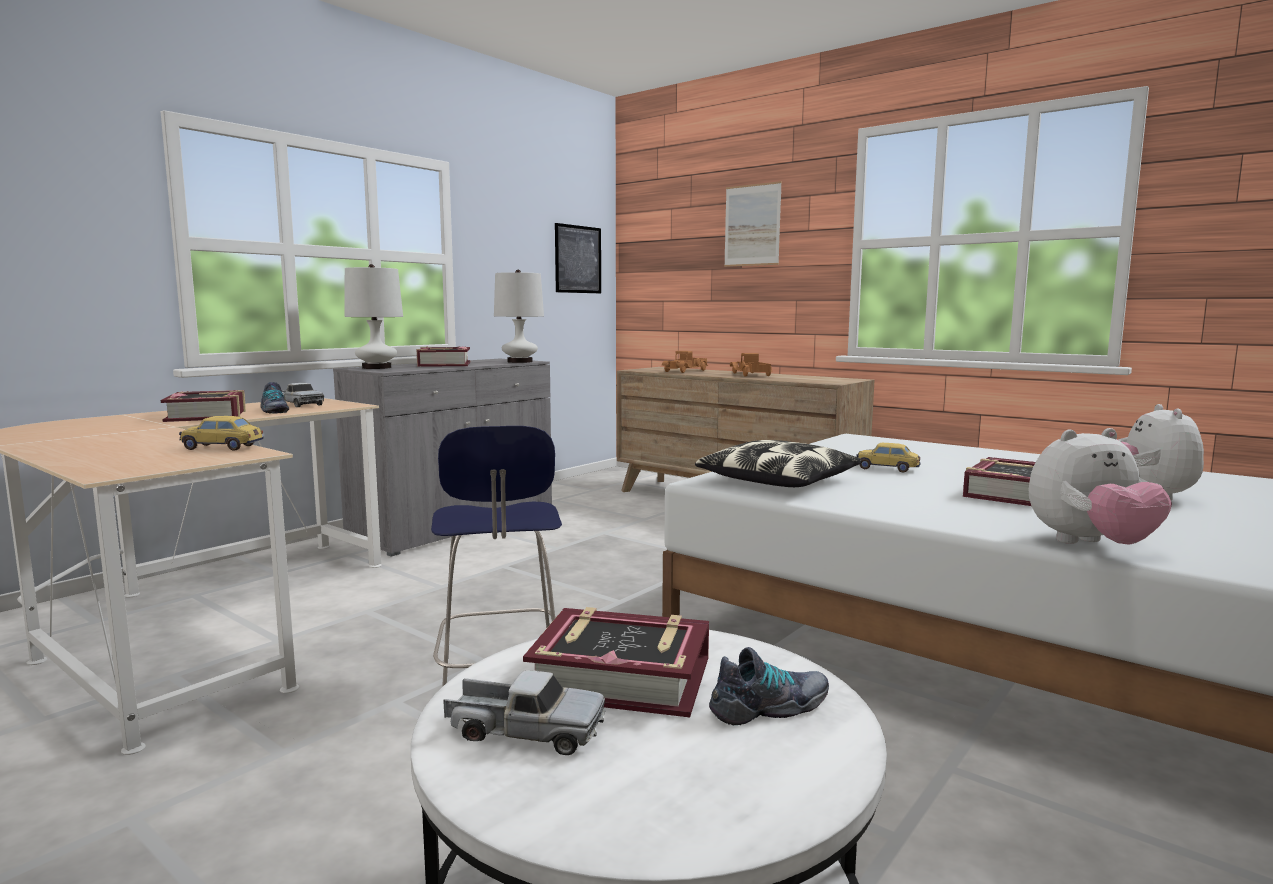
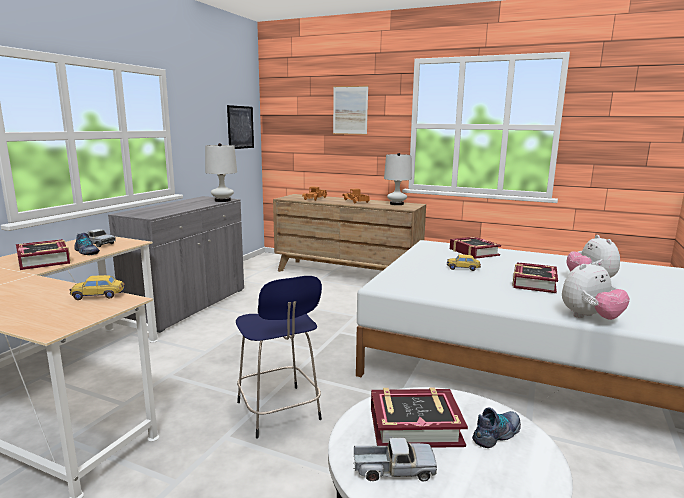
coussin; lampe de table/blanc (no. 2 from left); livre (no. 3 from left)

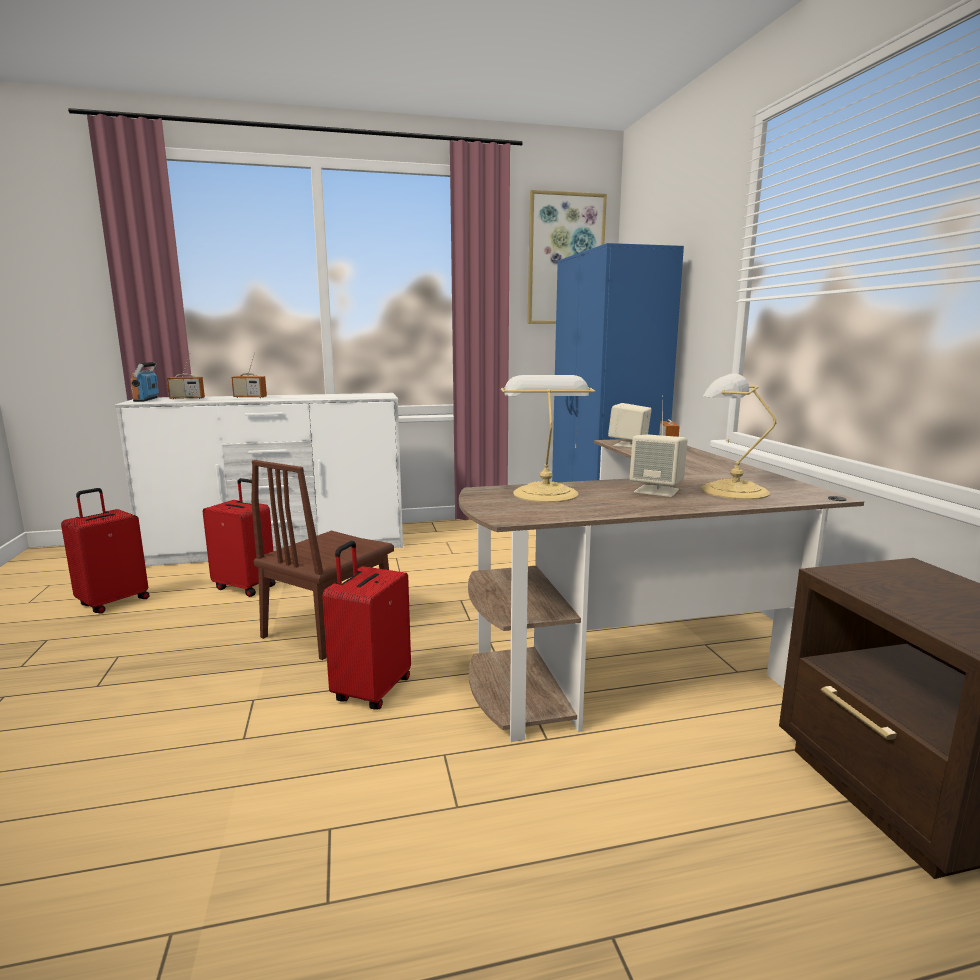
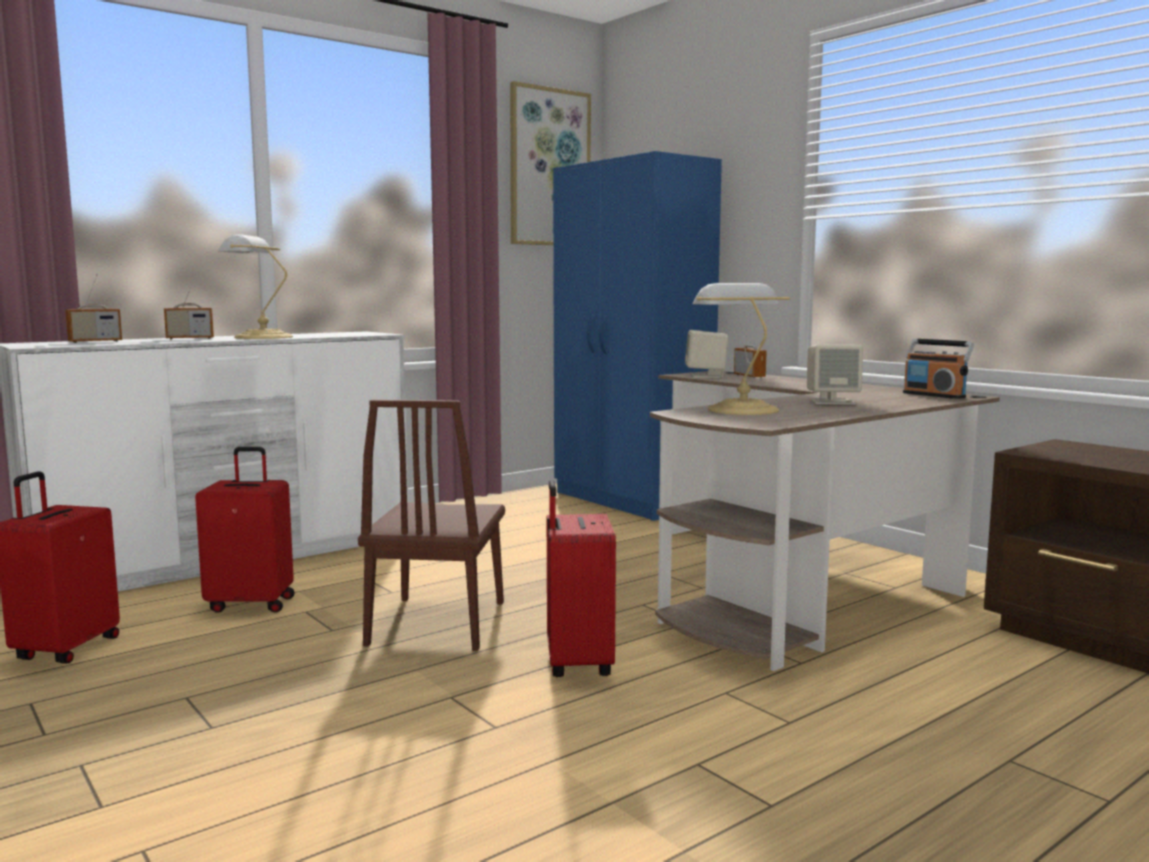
radio (no. 4 from left); lampe de table (no. 1 from left)

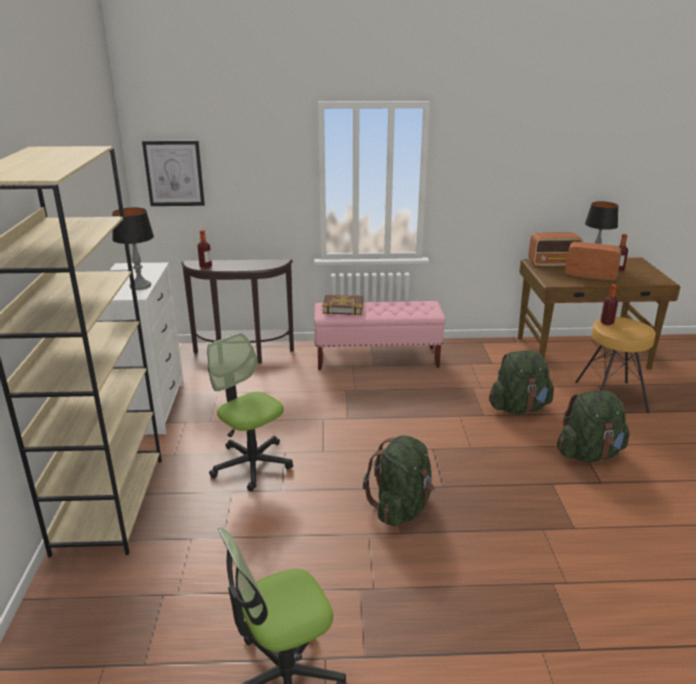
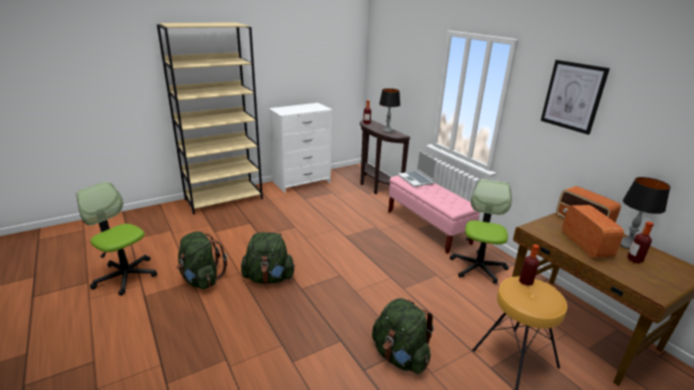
lampe de table (no. 1 from left); tableau; chaise de bureau (no. 2 from left); sac à dos/vert (no. 1 from left); ordinateur portable

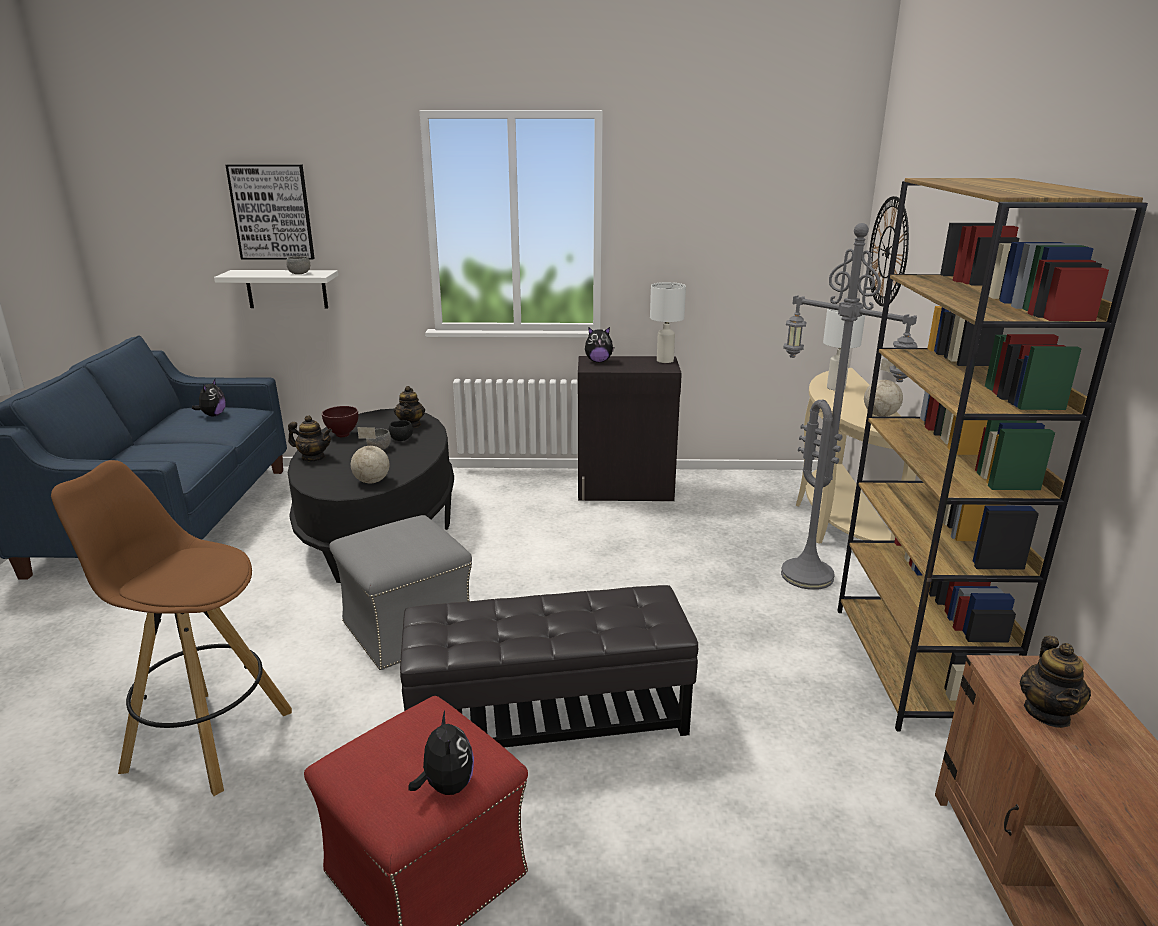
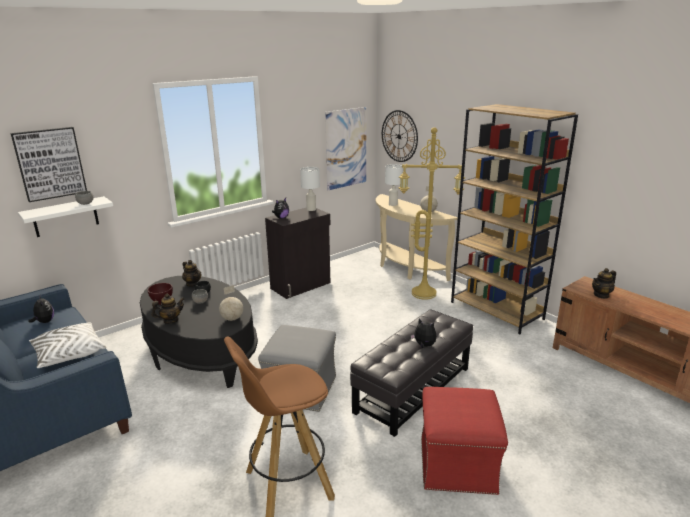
coussin/blanc; tableau (no. 2 from left); peluche (no. 3 from left); lampadaire/jaune; théière (no. 3 from left)

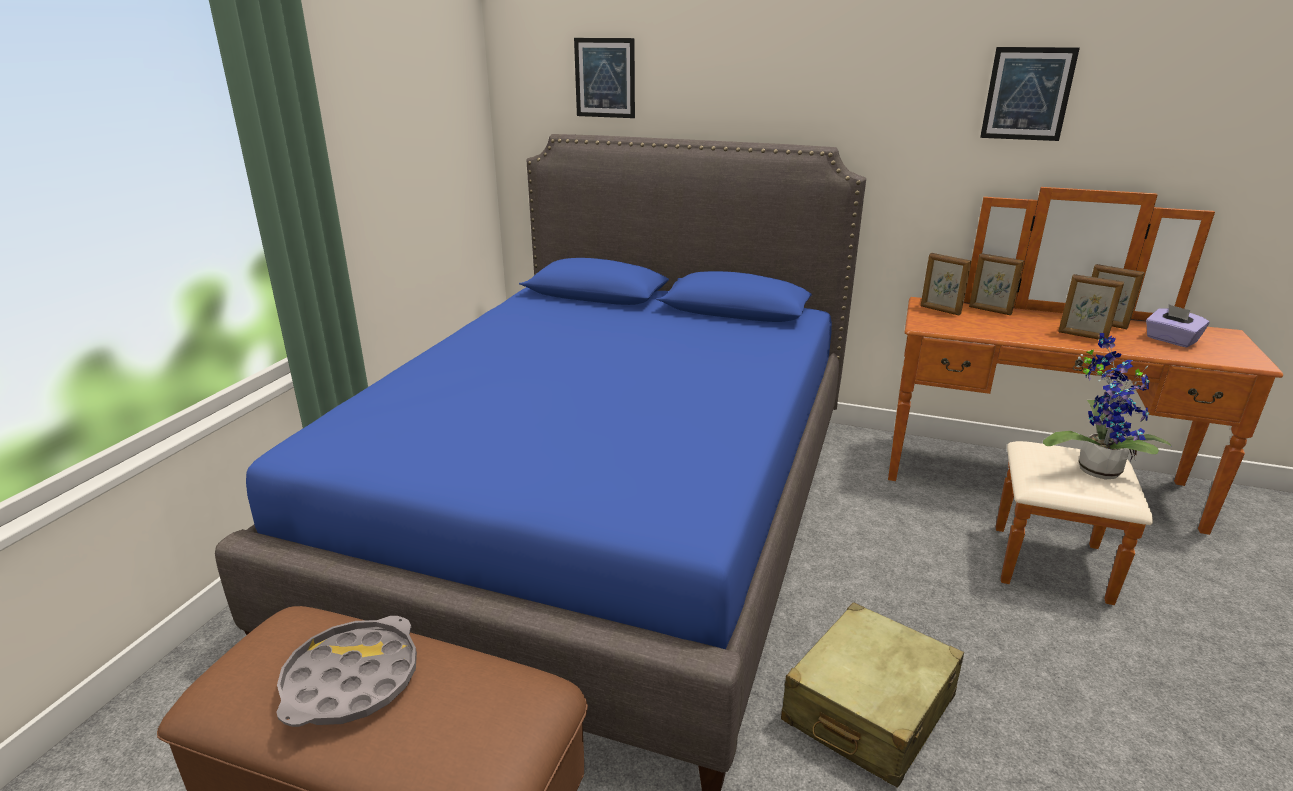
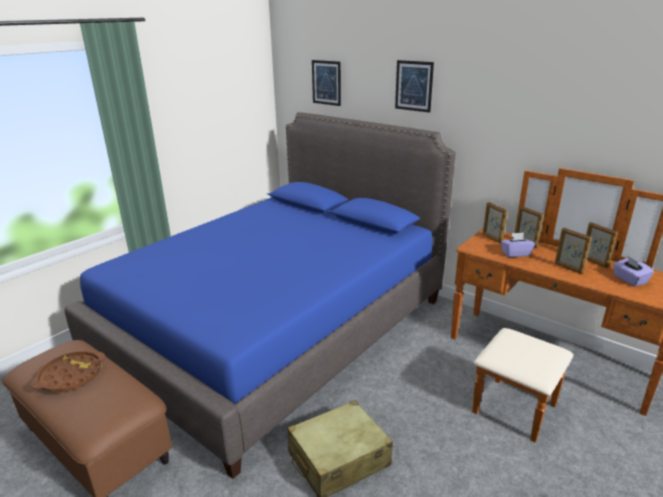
plante en pot; boîte à mouchoirs/violet (no. 1 from left); tableau (no. 2 from left); plateau/marron

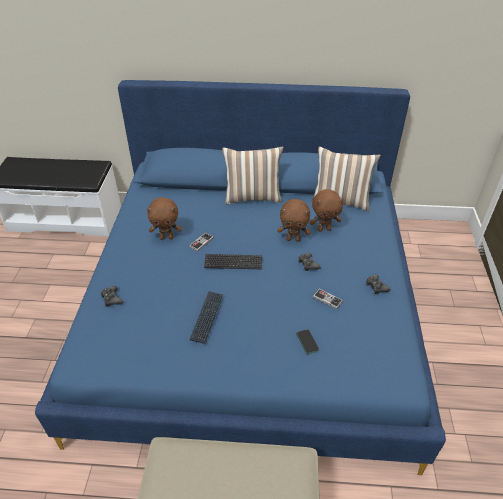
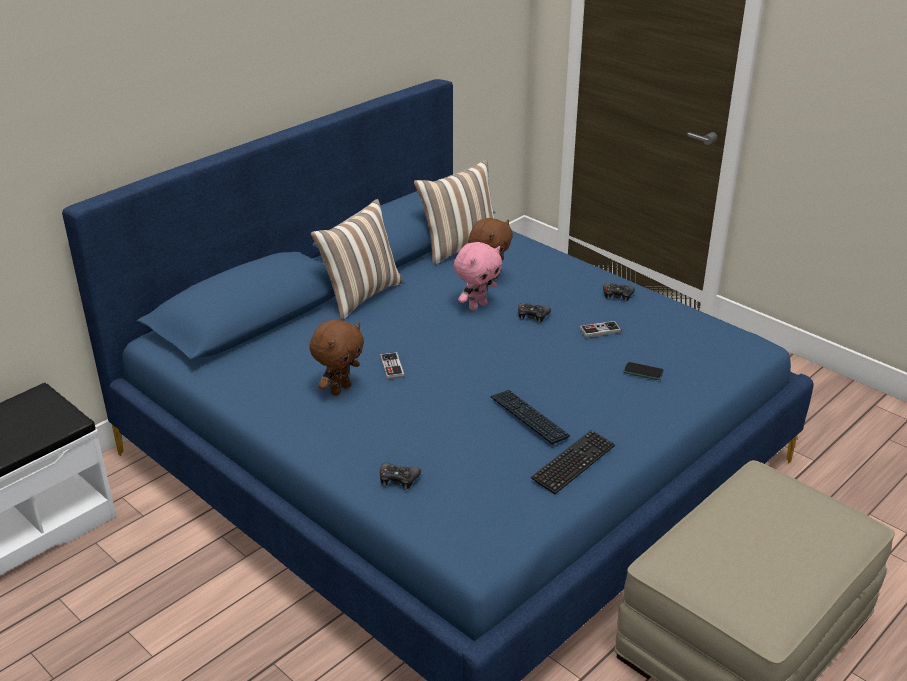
clavier (no. 2 from left); peluche/rose

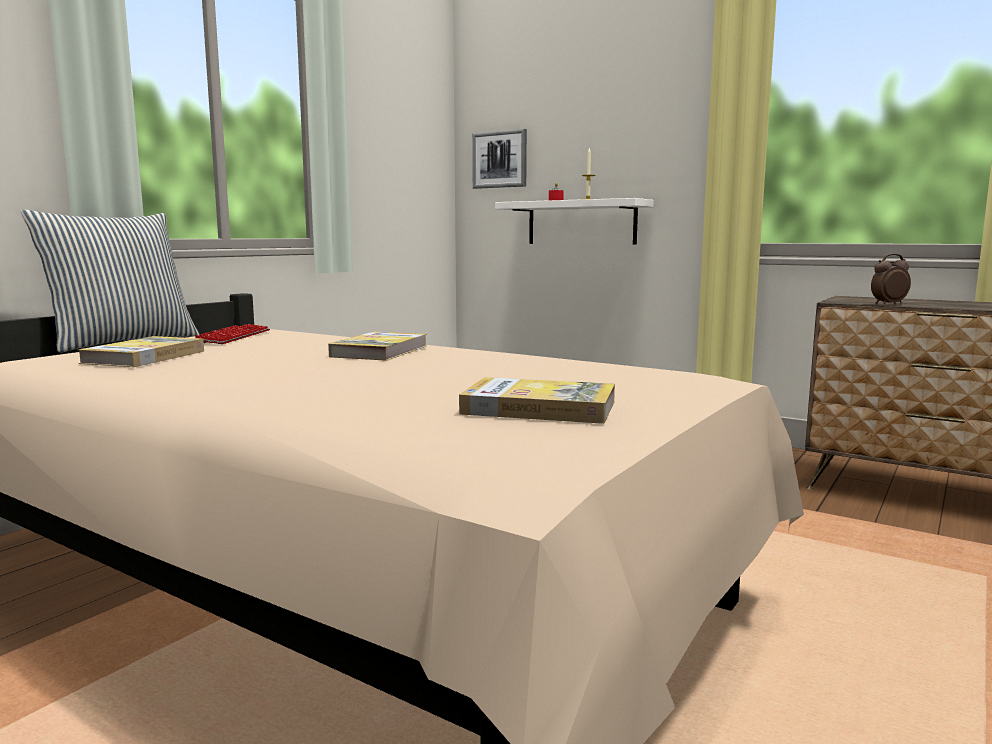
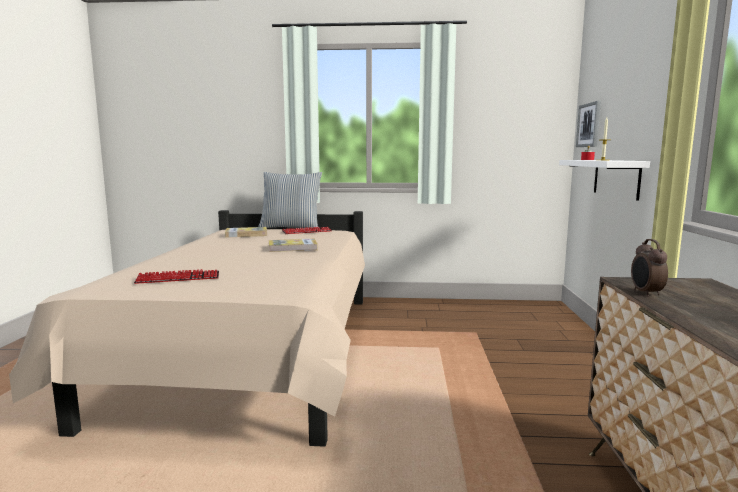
clavier (no. 1 from left); réveil

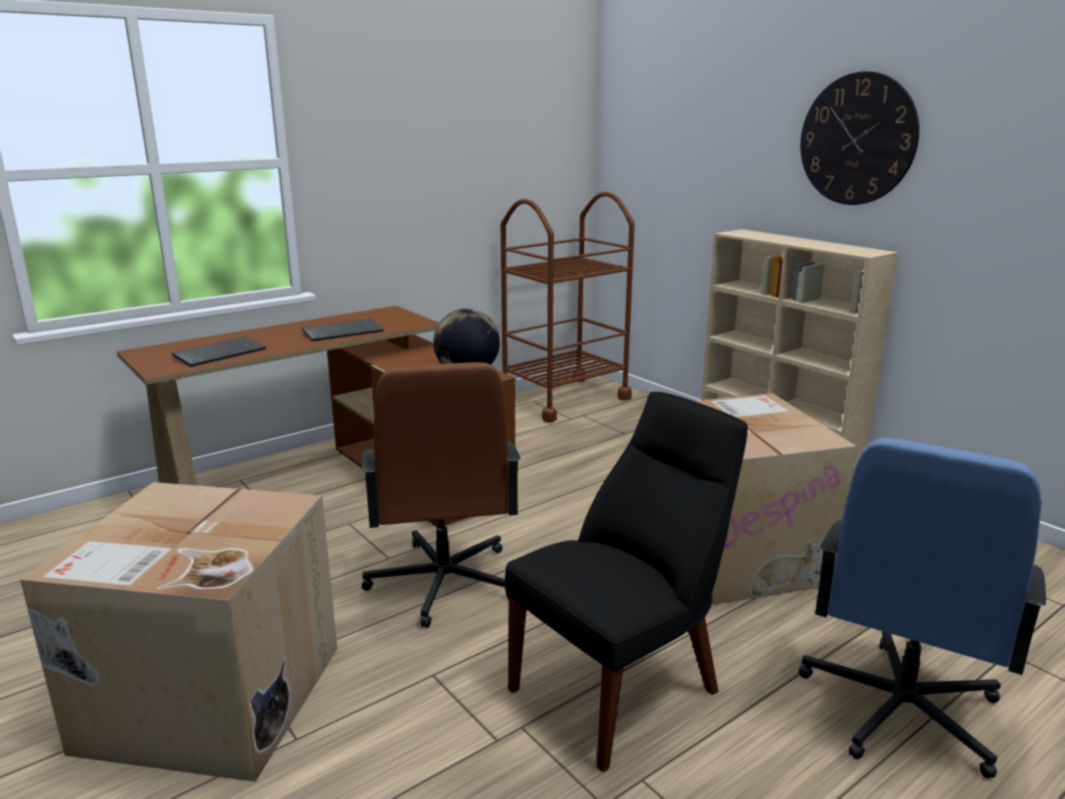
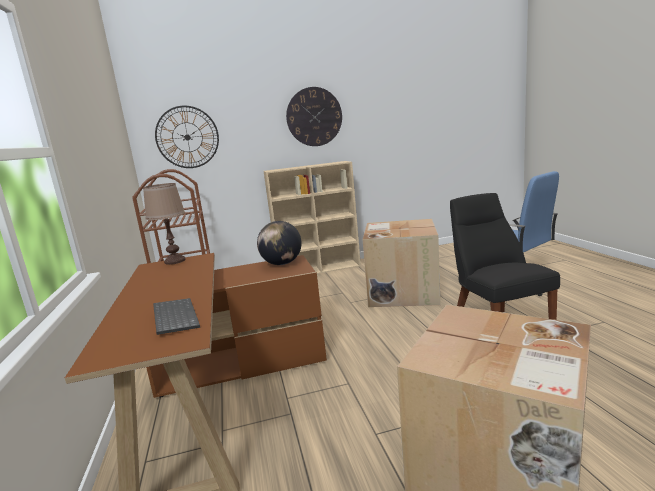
clavier (no. 2 from left in the first image); chaise de bureau/marron; lampe de table/marron; horloge murale (no. 1 from left)

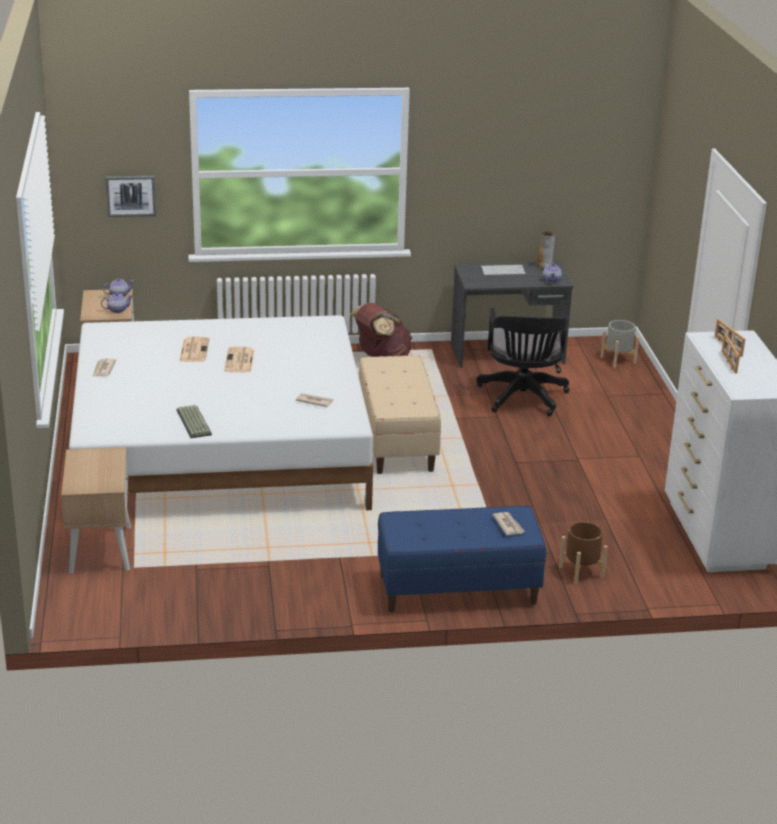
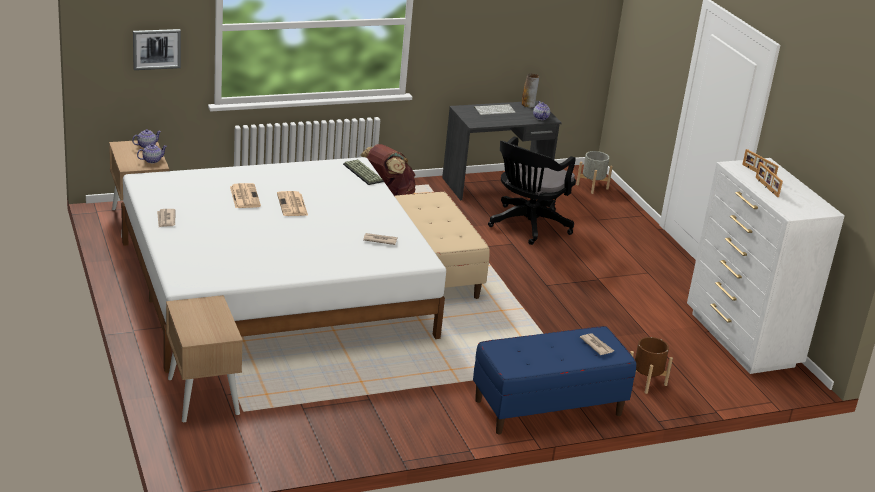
clavier (no. 1 from left); chaise de bureau/noir

